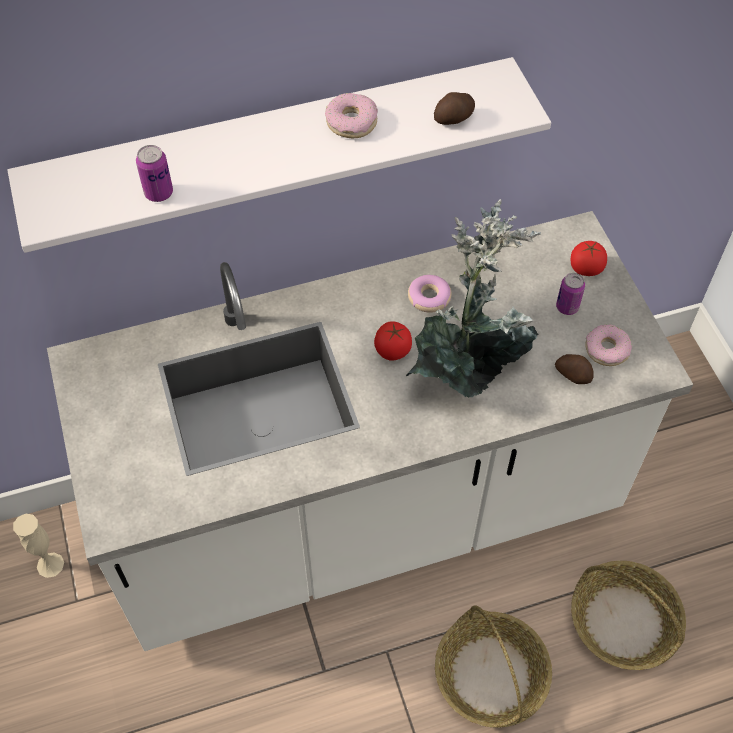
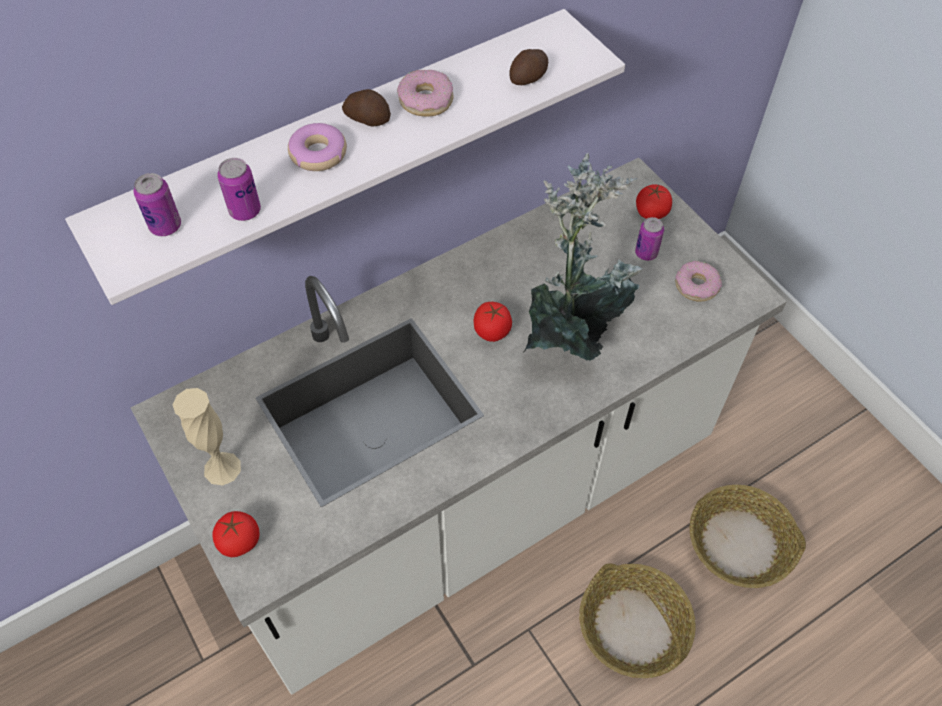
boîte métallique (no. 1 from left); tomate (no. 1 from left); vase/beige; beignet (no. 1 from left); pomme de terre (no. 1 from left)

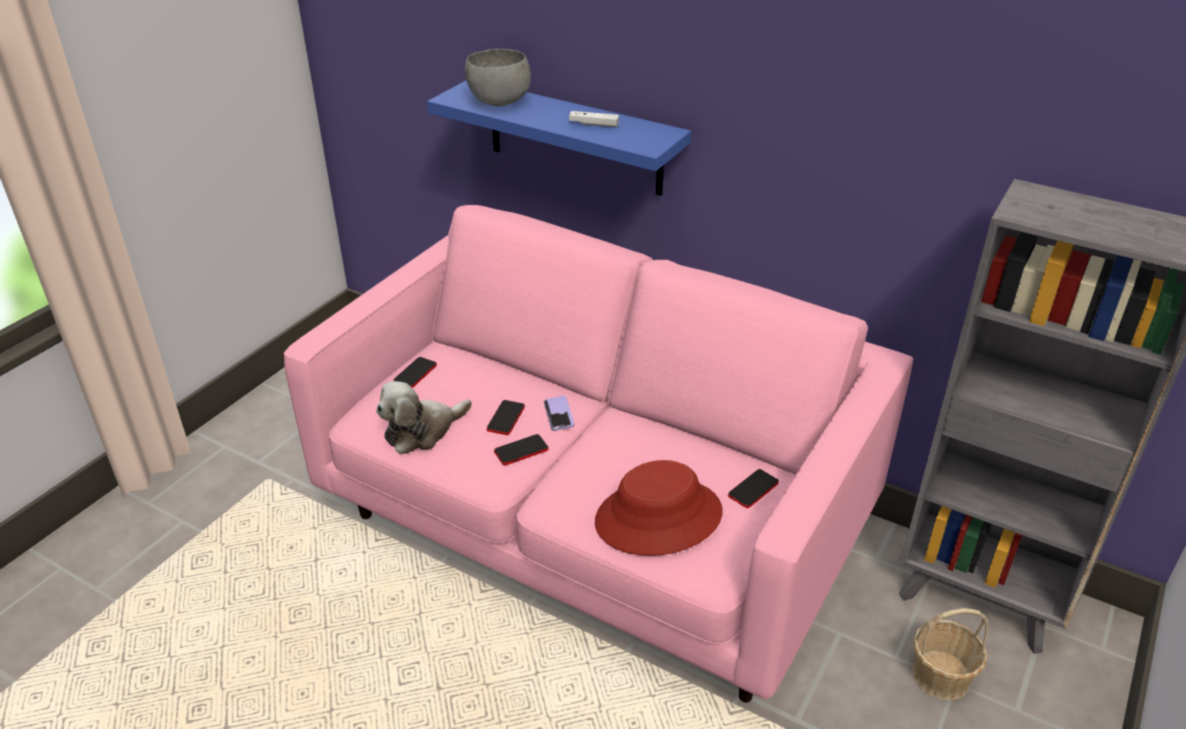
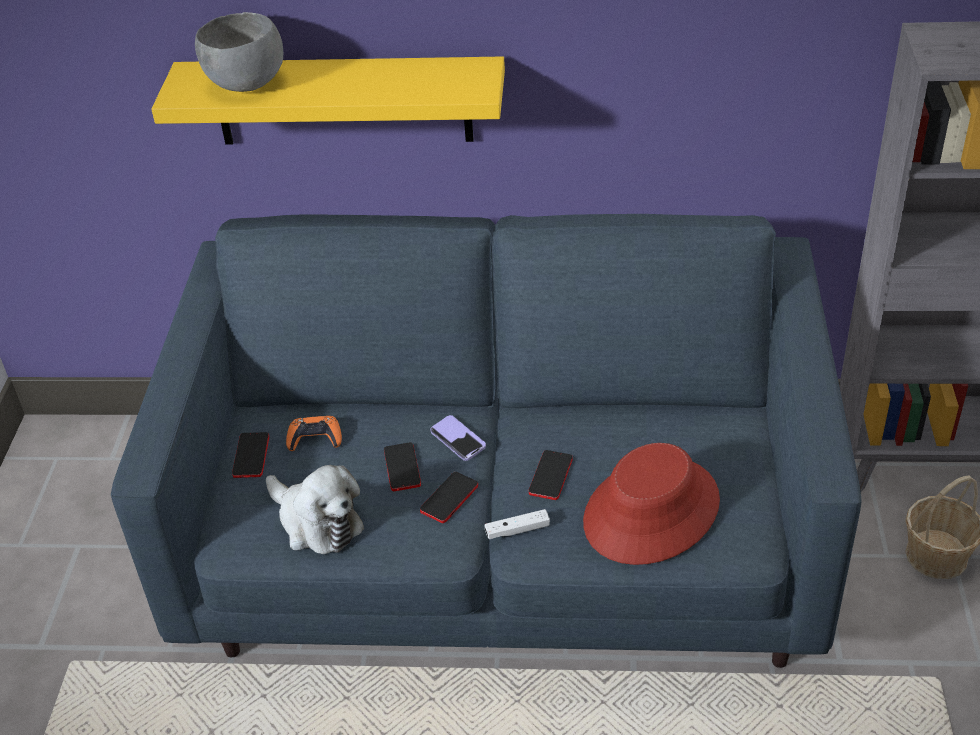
manette/orange; manette/blanc; téléphone (no. 5 from left); canapé/bleu; étagère/jaune; peluche

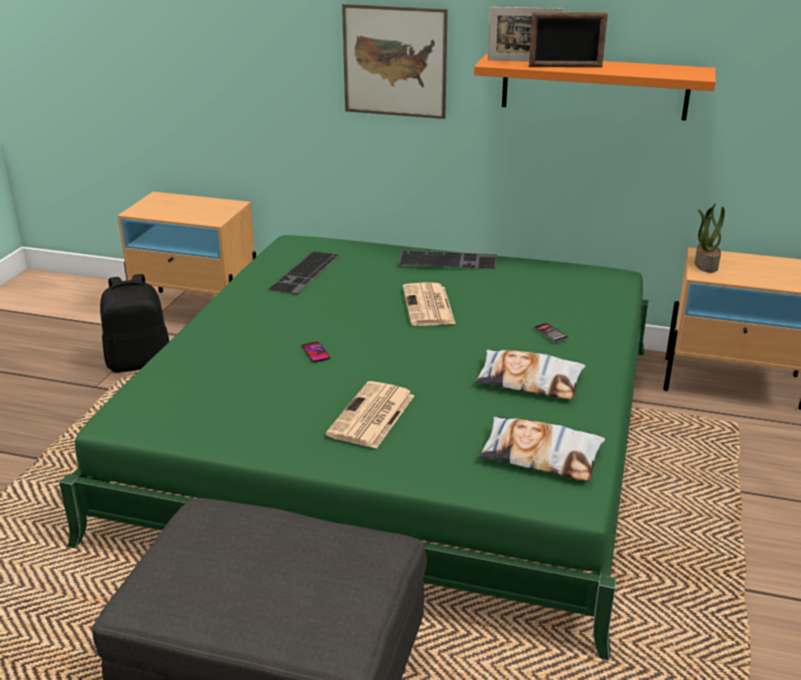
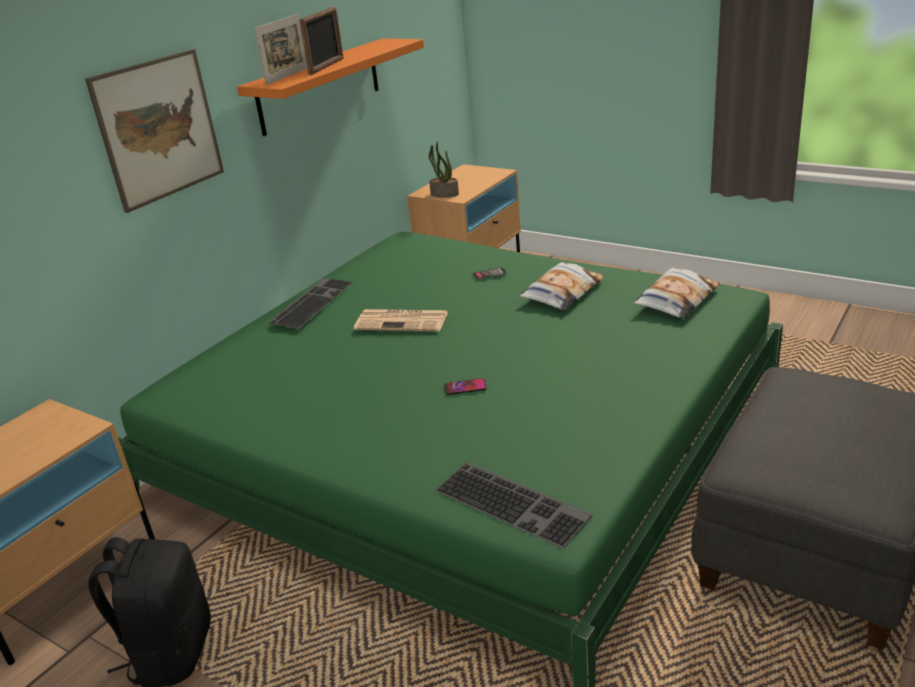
journal (no. 1 from left in the first image); clavier (no. 2 from left)

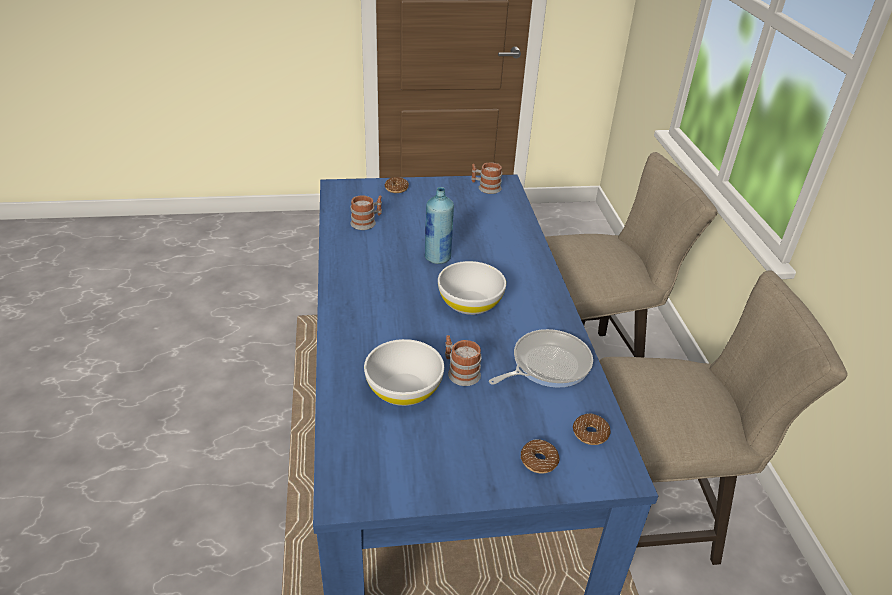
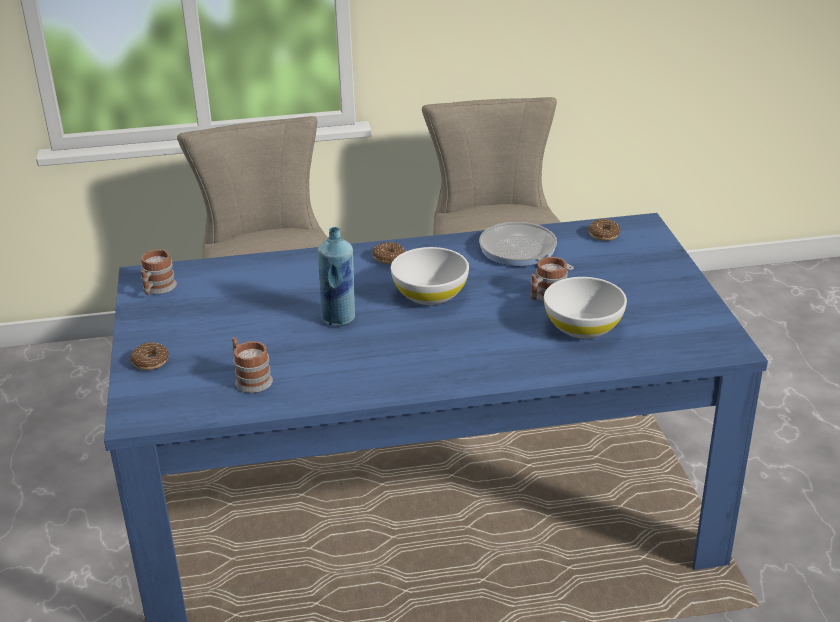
beignet (no. 2 from left)

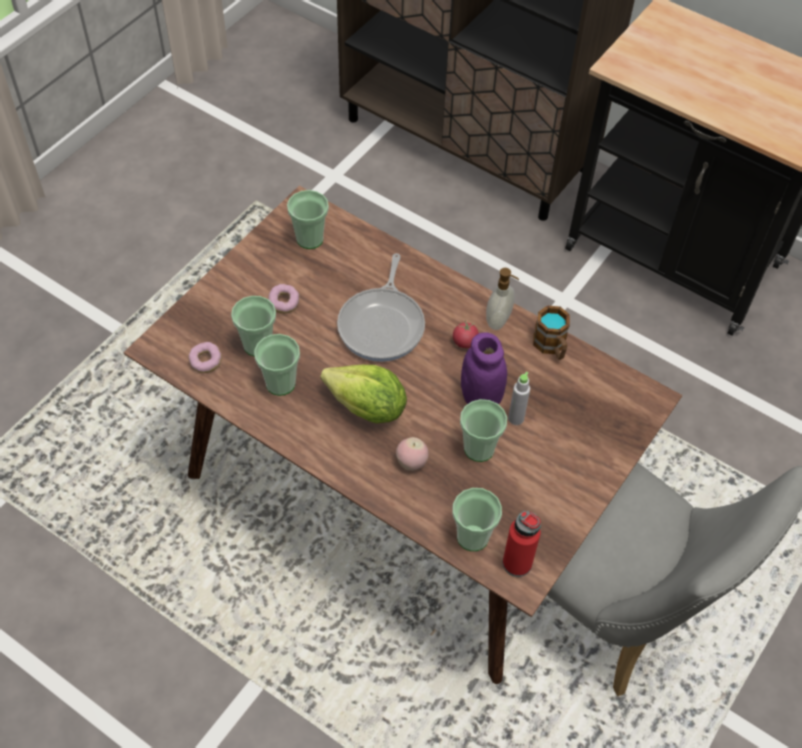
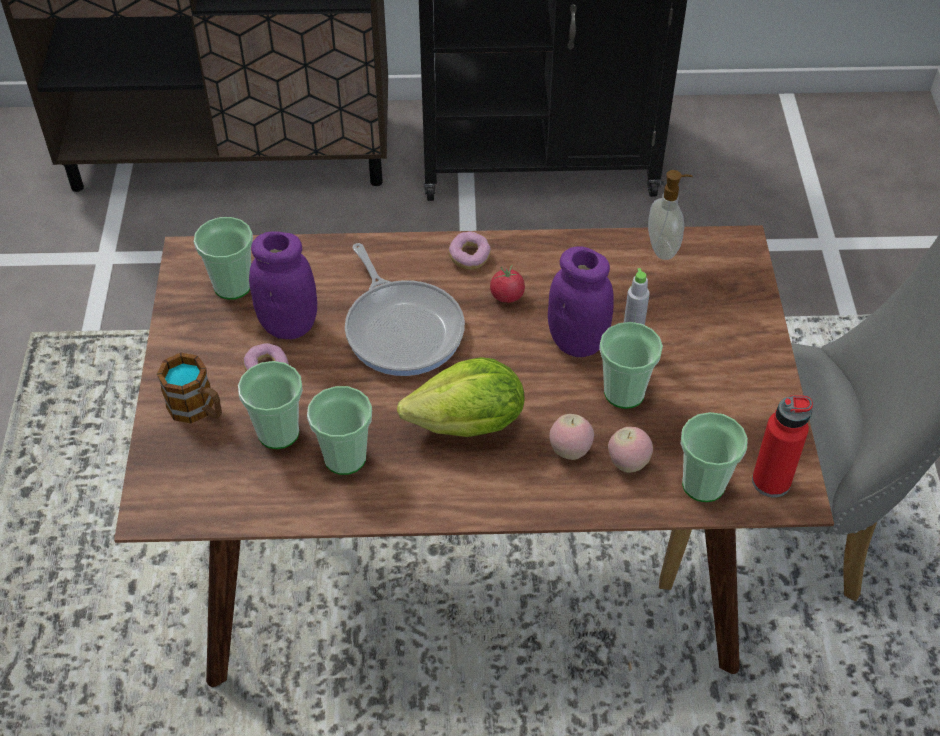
bocal/violet (no. 1 from left); pomme (no. 2 from left); beignet (no. 2 from left); distributeur de savon; mug

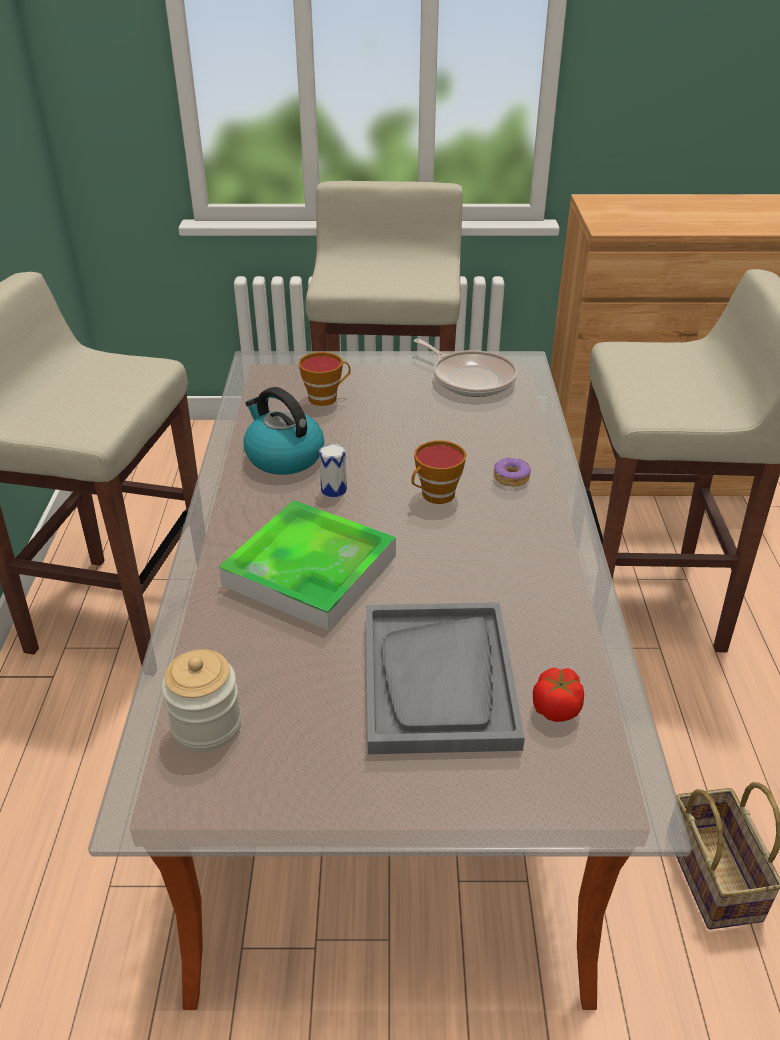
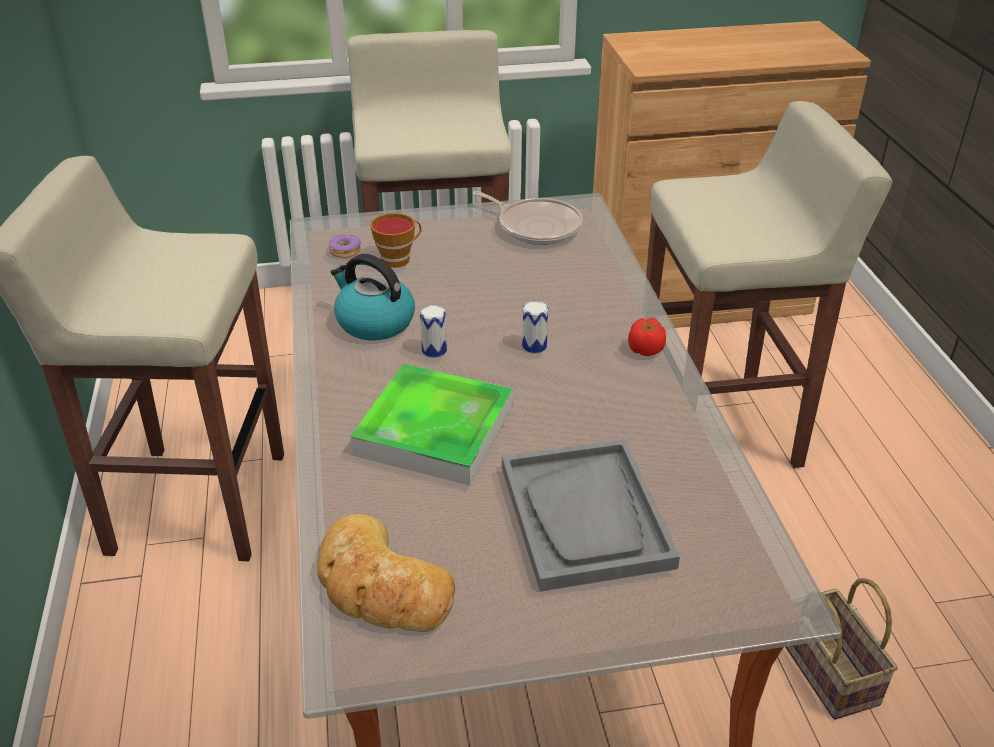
beignet; tomate; pain; boîte métallique (no. 2 from left)

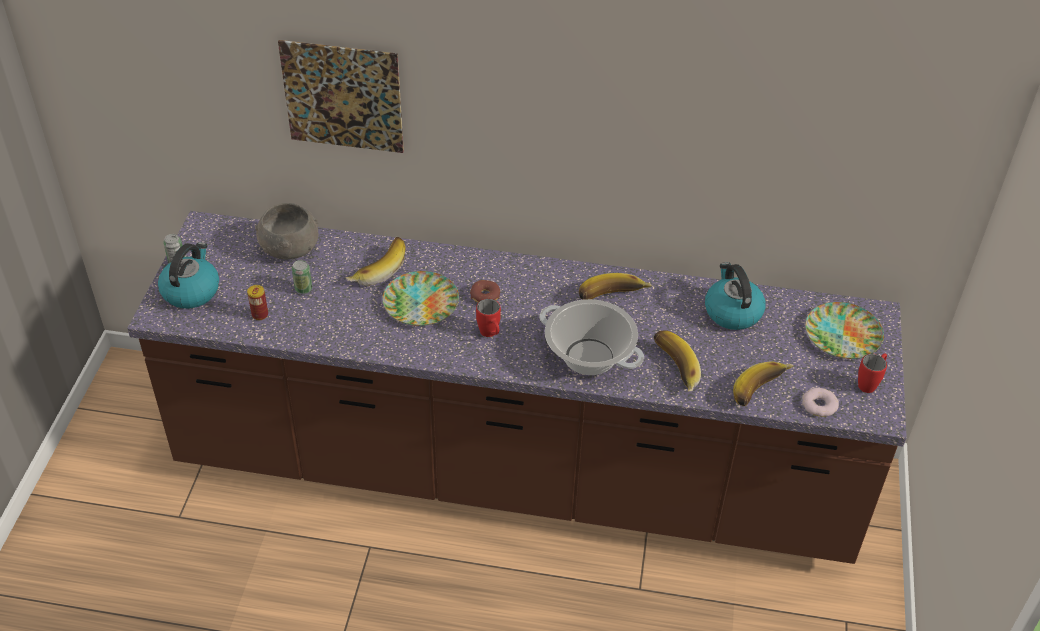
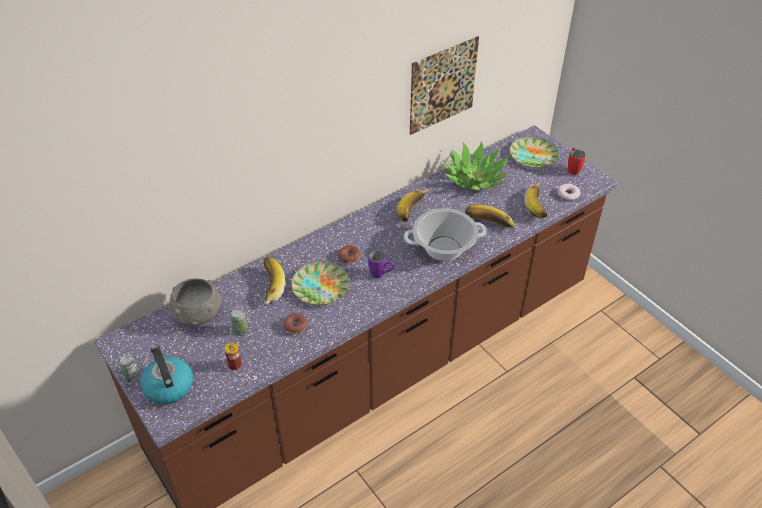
beignet (no. 1 from left); tableau; plante en pot; mug/violet

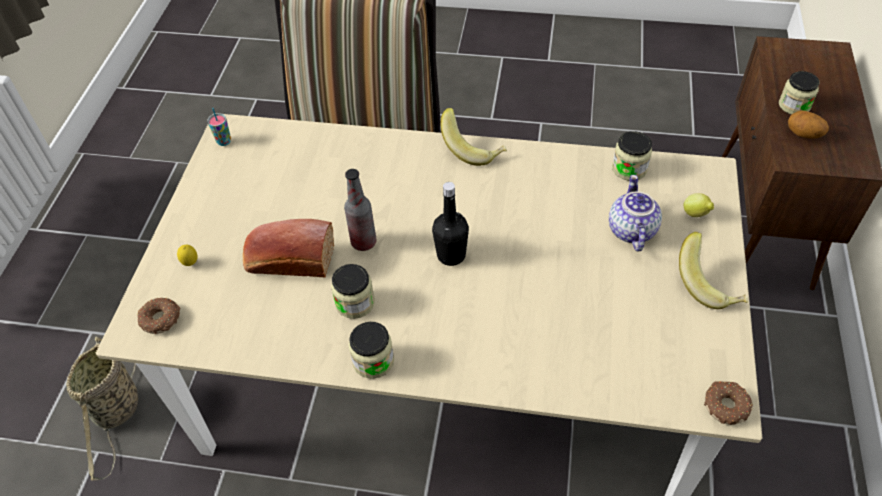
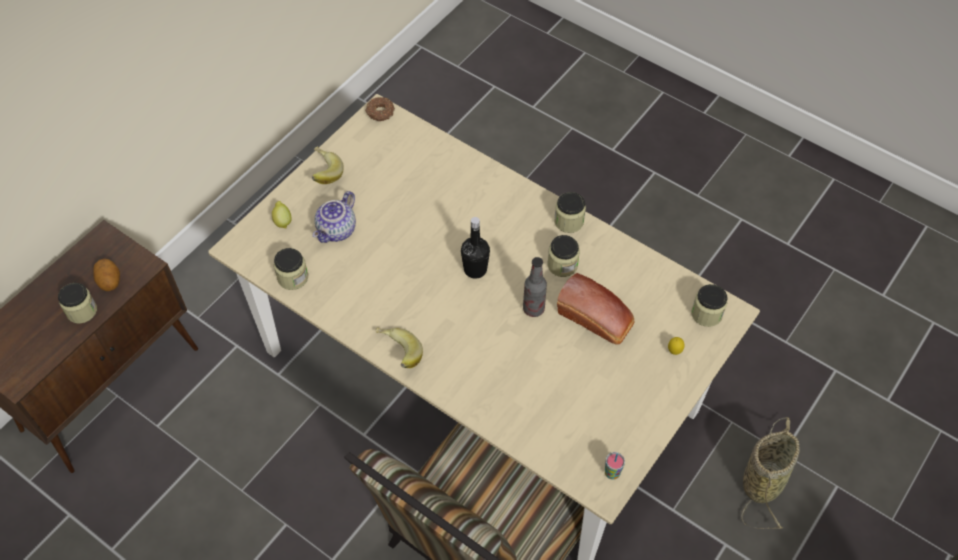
bocal (no. 5 from left)

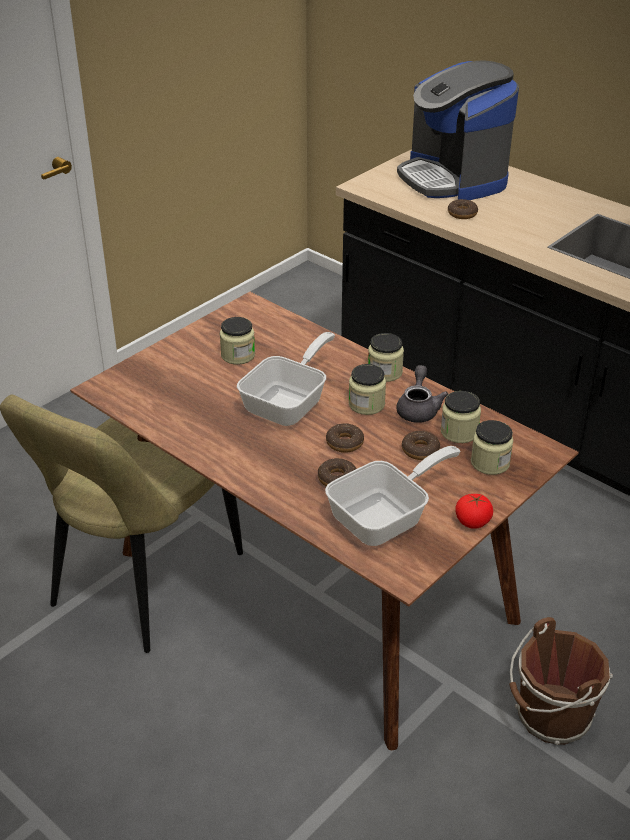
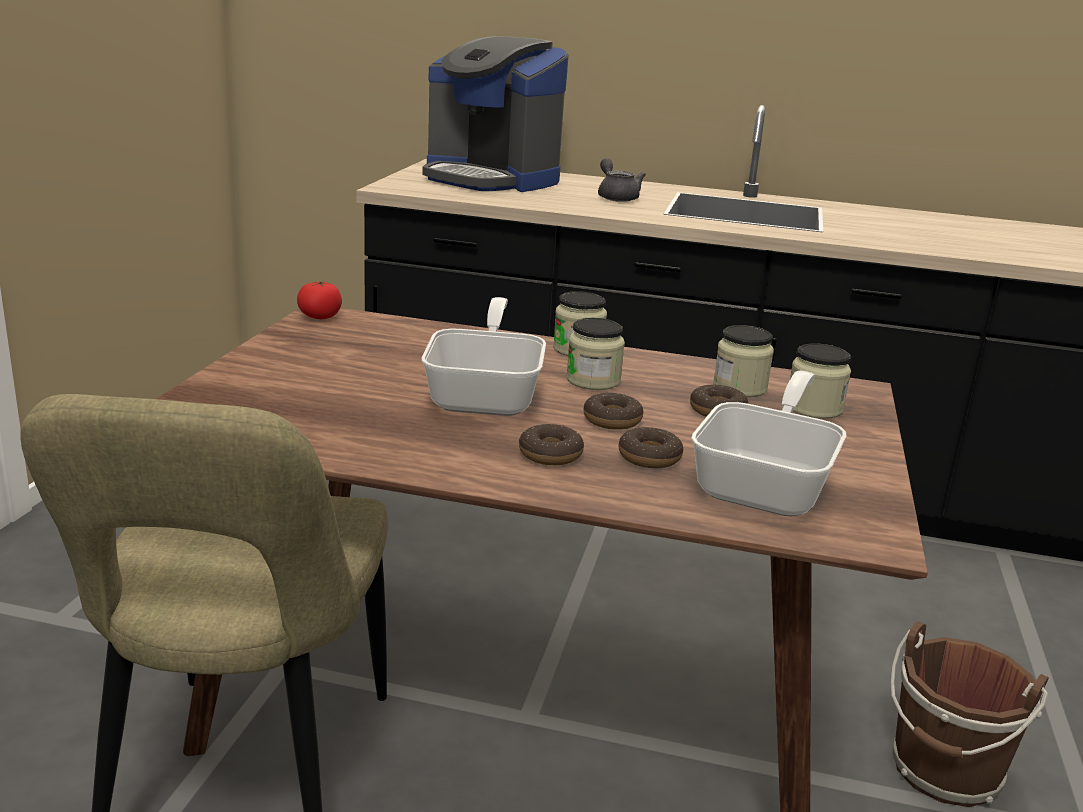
bocal (no. 1 from left in the first image); théière/gris; beignet (no. 1 from left); tomate

